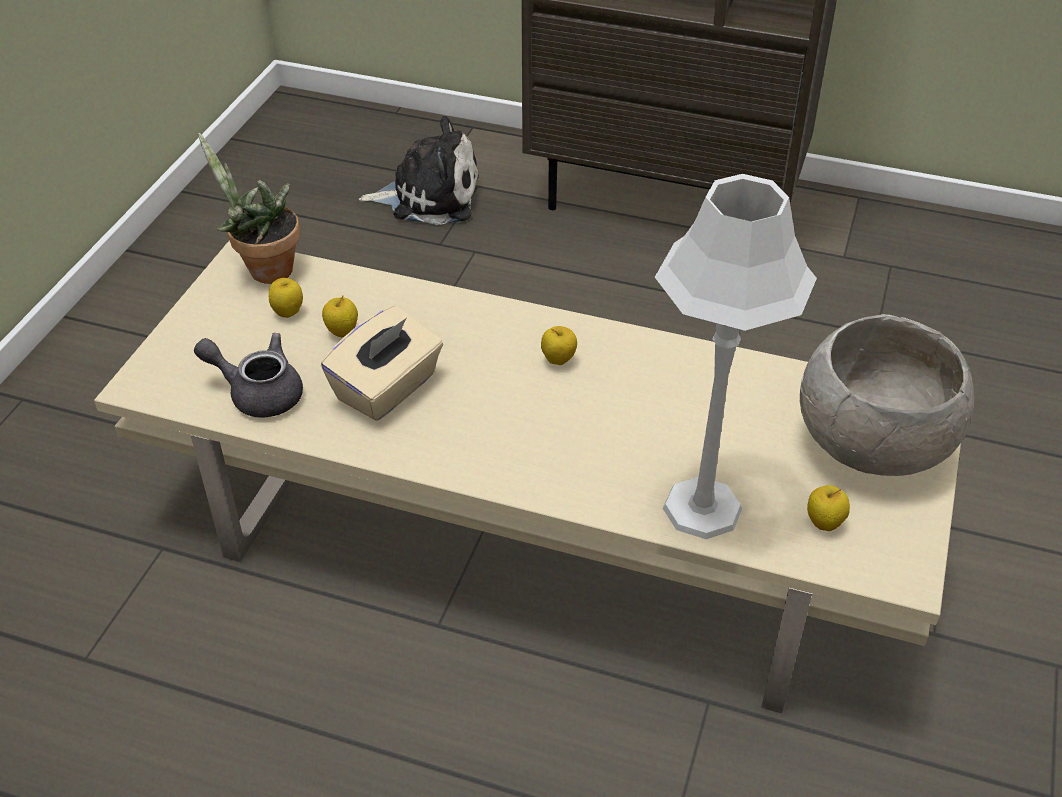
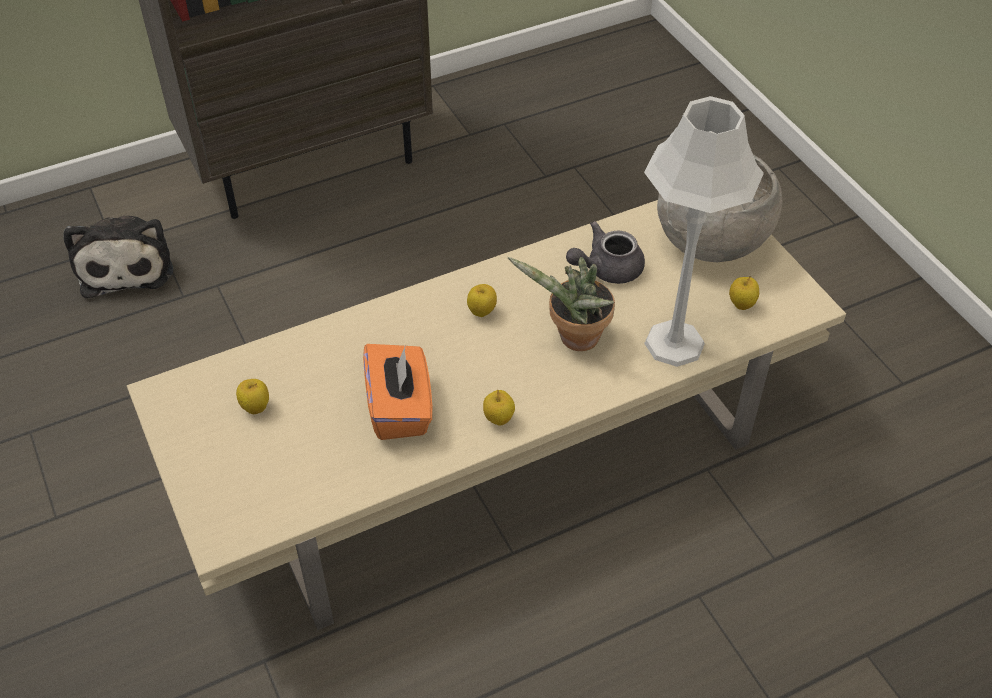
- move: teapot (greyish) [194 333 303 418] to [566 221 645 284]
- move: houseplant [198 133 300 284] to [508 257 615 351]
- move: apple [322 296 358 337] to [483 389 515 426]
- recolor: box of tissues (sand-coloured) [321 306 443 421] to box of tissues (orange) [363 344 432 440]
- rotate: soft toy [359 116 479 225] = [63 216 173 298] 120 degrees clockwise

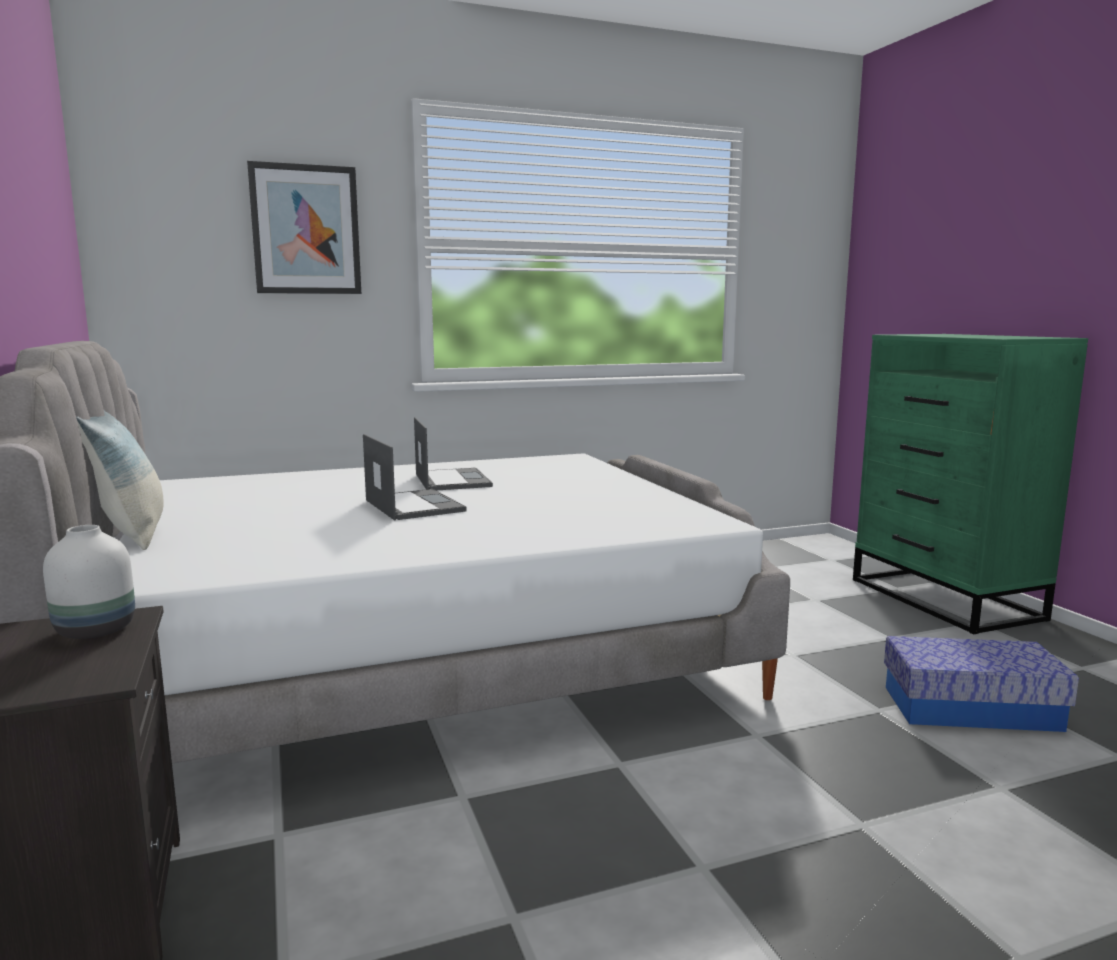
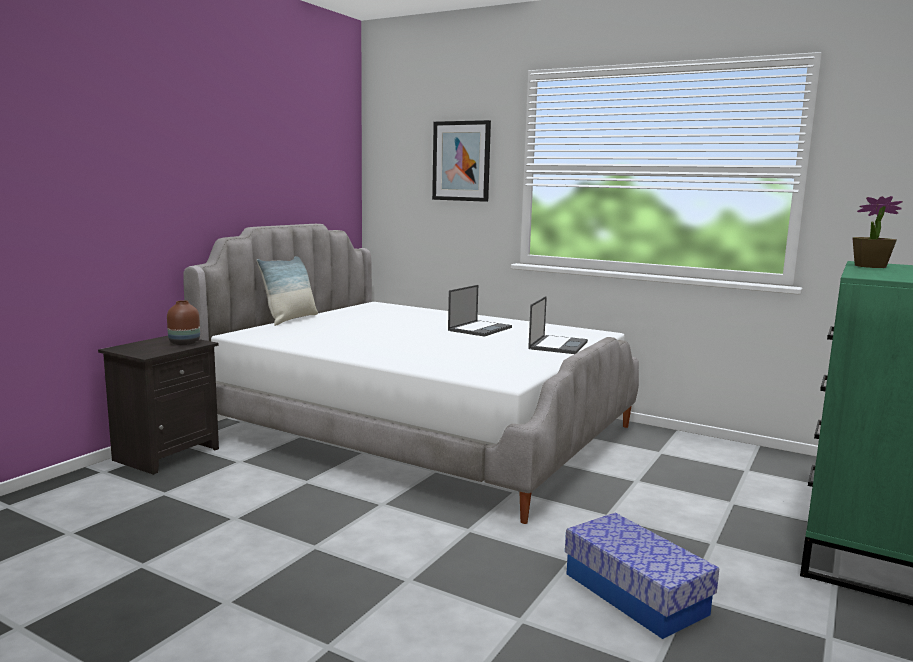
- insert: houseplant [852 196 903 268]
- move: portable computer [363 434 467 520] to [528 296 588 354]
- recolor: flower vase (white-coloured) [43 525 135 639] to flower vase (brown-coloured) [167 300 200 345]

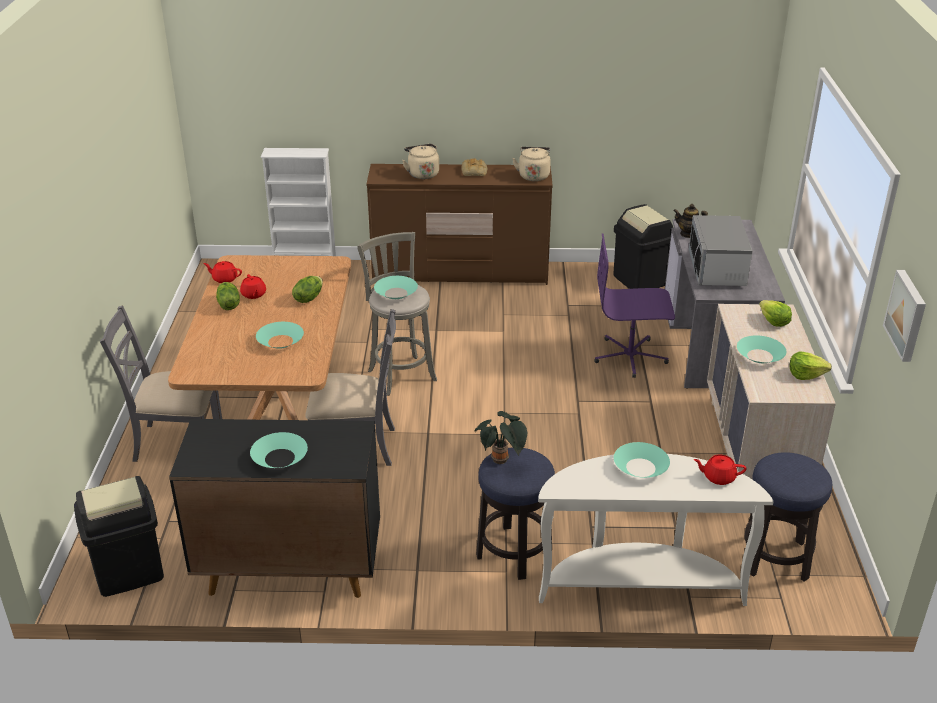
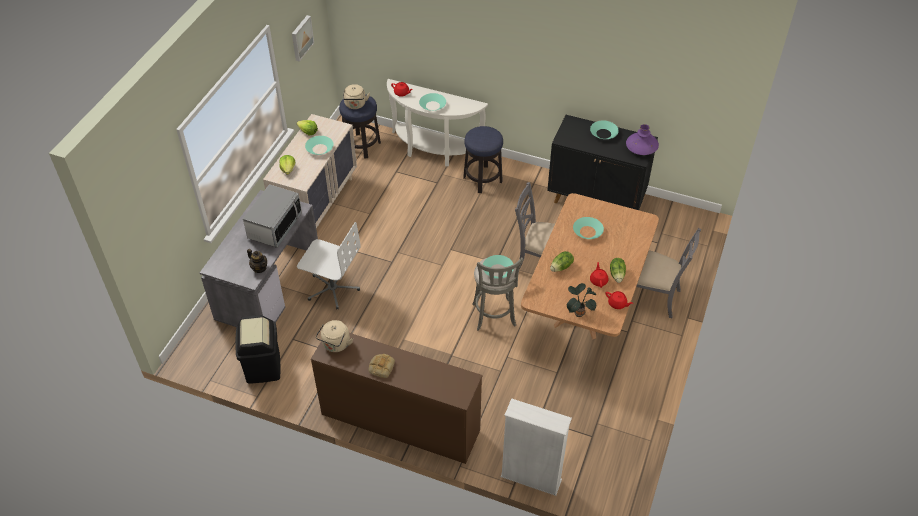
- delete: trash can (black-coloured) [74 476 164 597]
- insert: flower vase (purple-coloured) [626 124 659 155]
- move: kettle (sand-coloured) [402 144 439 179] to [343 84 370 109]
- move: houseplant [475 411 527 464] to [567 283 596 317]
- recolor: computer chair (purple-coloured) [594 233 675 378] to computer chair (white-coloured) [297 222 361 309]

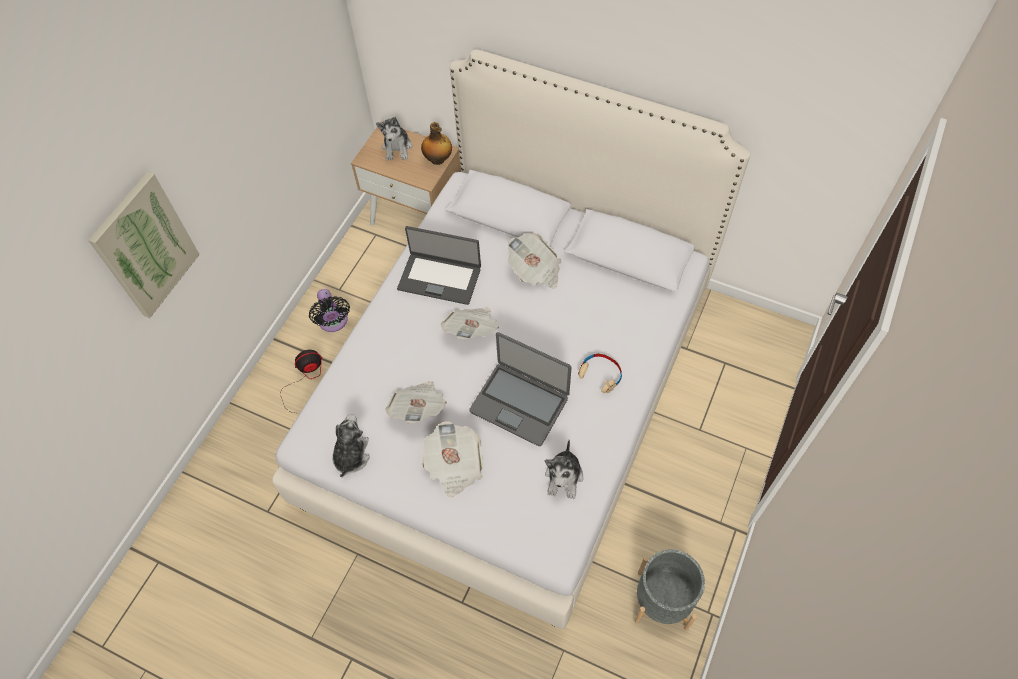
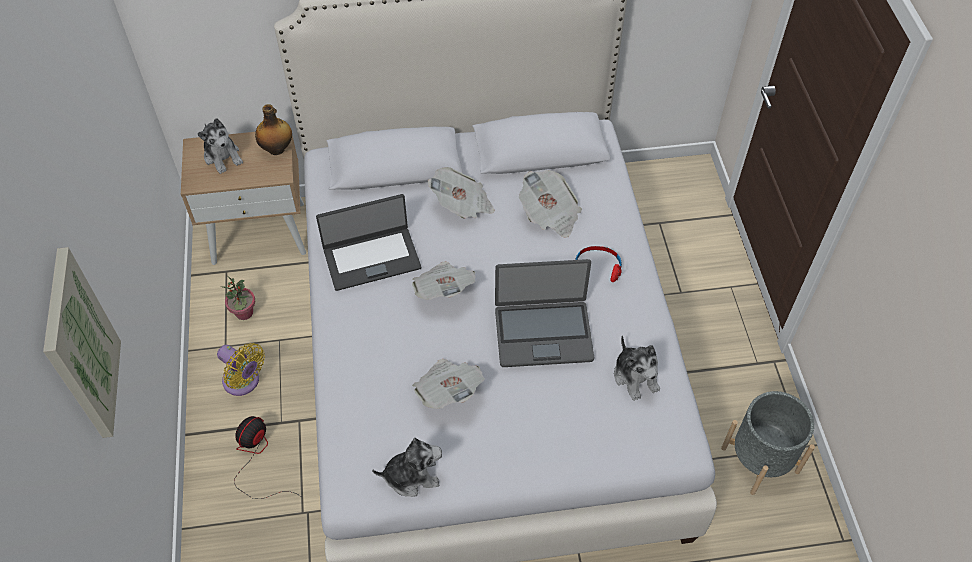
- insert: houseplant [223 276 255 320]
- move: daily paper [422 421 483 497] to [519 170 582 238]
- recolor: cooling fan (black-coloured) [309 289 350 332] to cooling fan (yellow-coloured) [217 343 265 396]
- recolor: headset (sand-coloured) [578 354 622 393] to headset (red-coloured) [575 246 622 282]
- rotate: soft toy [332 414 370 478] = [372 438 442 497] 105 degrees clockwise

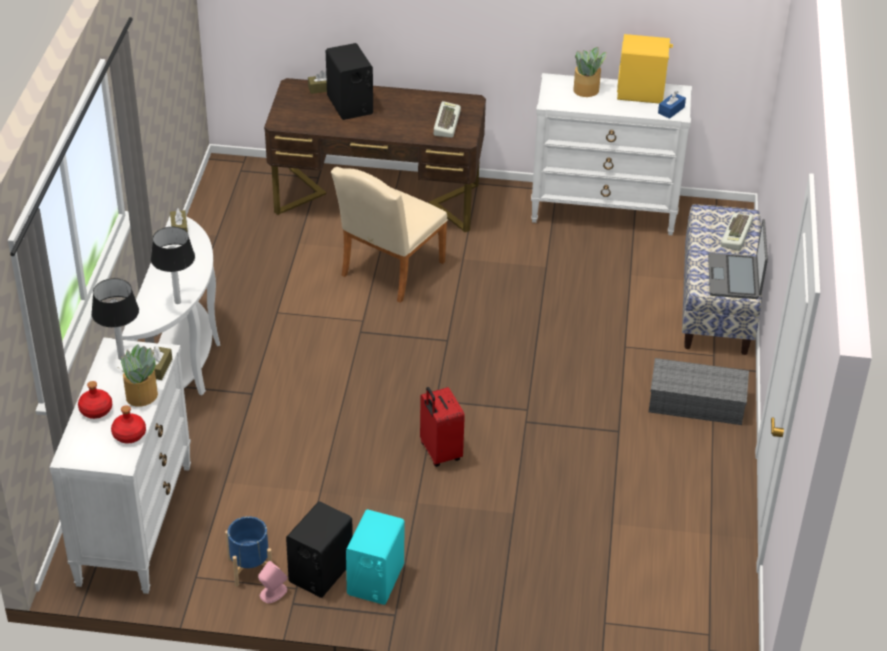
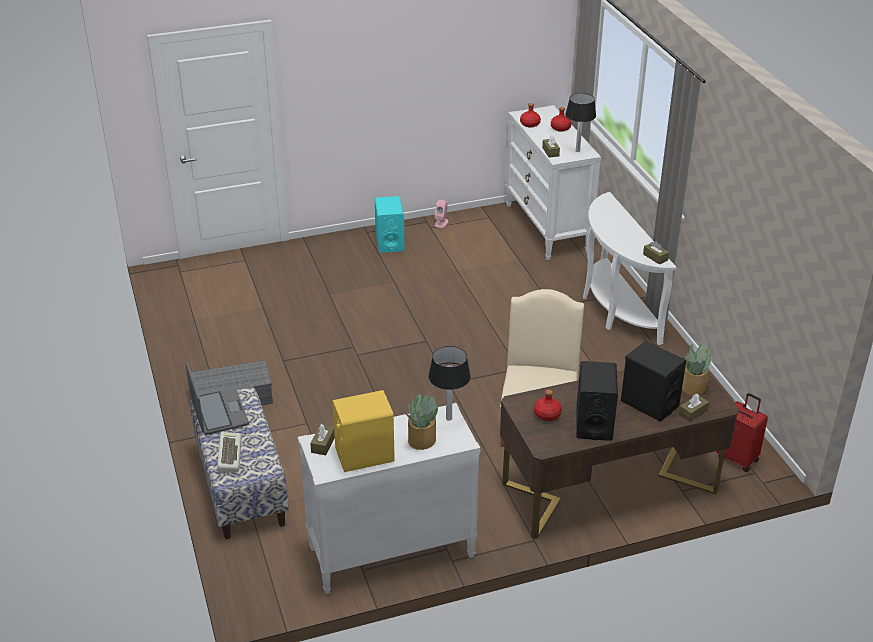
- delete: flower pot (blue) [225 516 272 586]
- move: houseplant [120 344 158 407] to [682 344 712 395]
- move: lamp for a table [151 227 195 304] to [428 346 471 421]
- move: speaker (black-coloured) [286 501 353 598] to [576 361 618 441]
- move: suitcase (red-coloured) [420 387 465 467] to [716 393 768 472]
- replace: computer keyboard [434 101 461 138] to bottle (red-coloured) [534 389 562 421]
- recolor: box of tissues (blue) [658 91 686 119] to box of tissues (brown-coloured) [310 424 335 455]

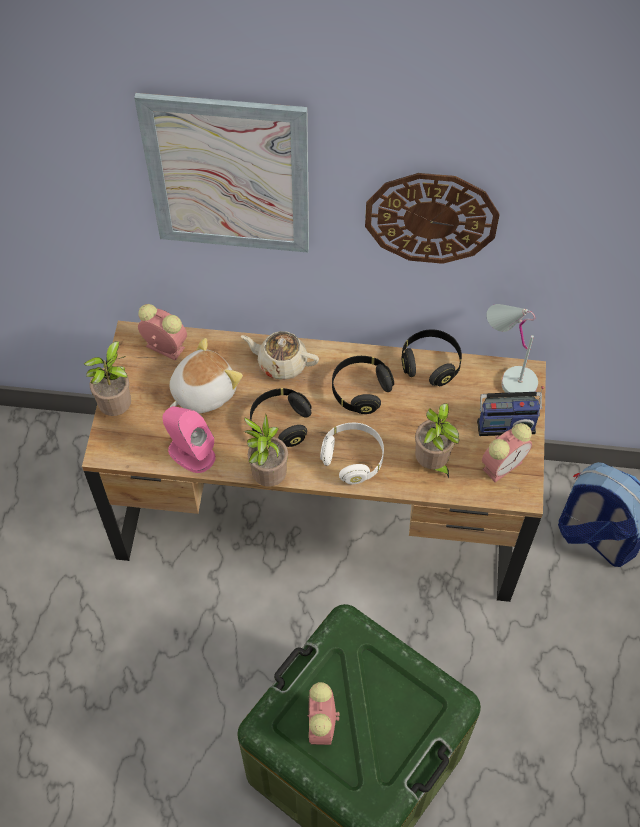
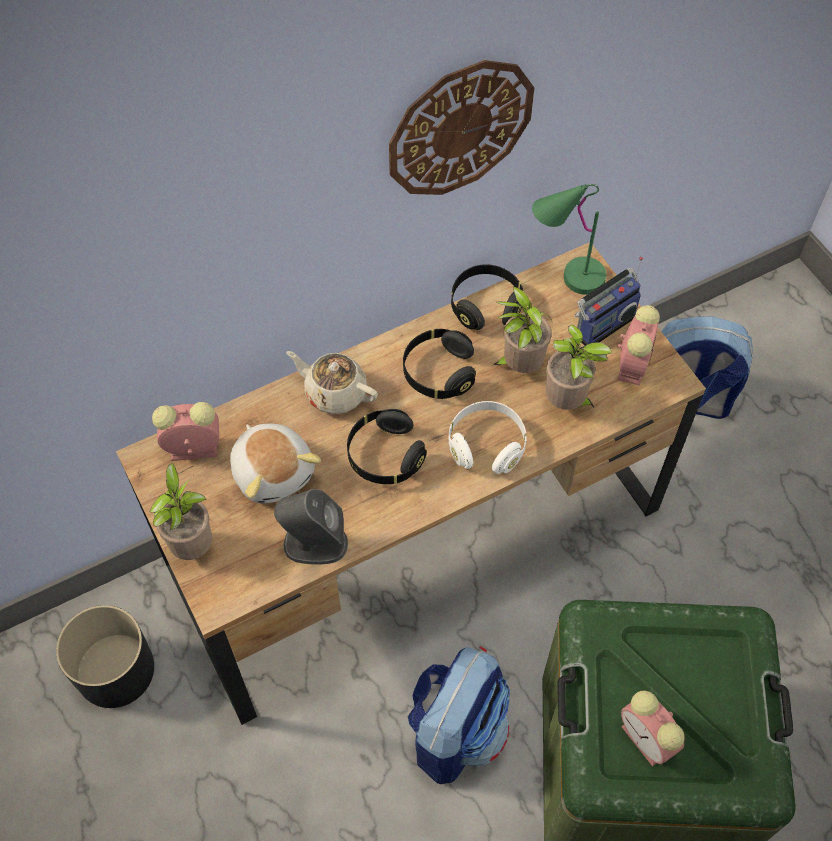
- delete: wall picture [134 93 309 253]
- insert: flower pot (black-coloured) [56 605 154 708]
- insert: knapsack [408 646 510 784]
- move: houseplant [244 414 288 487] to [494 286 552 373]
- recolor: speaker (pinkish) [163 406 216 473] to speaker (greyish) [274 489 348 565]
- recolor: lamp for a table (white-coloured) [487 304 538 397] to lamp for a table (greenish) [532 184 606 295]
- rotate: soft toy [170 338 243 414] = [230 424 321 503] 135 degrees clockwise
- rotate: teapot (sand-coloured) [241 331 319 380] = [286 351 378 414] 45 degrees clockwise

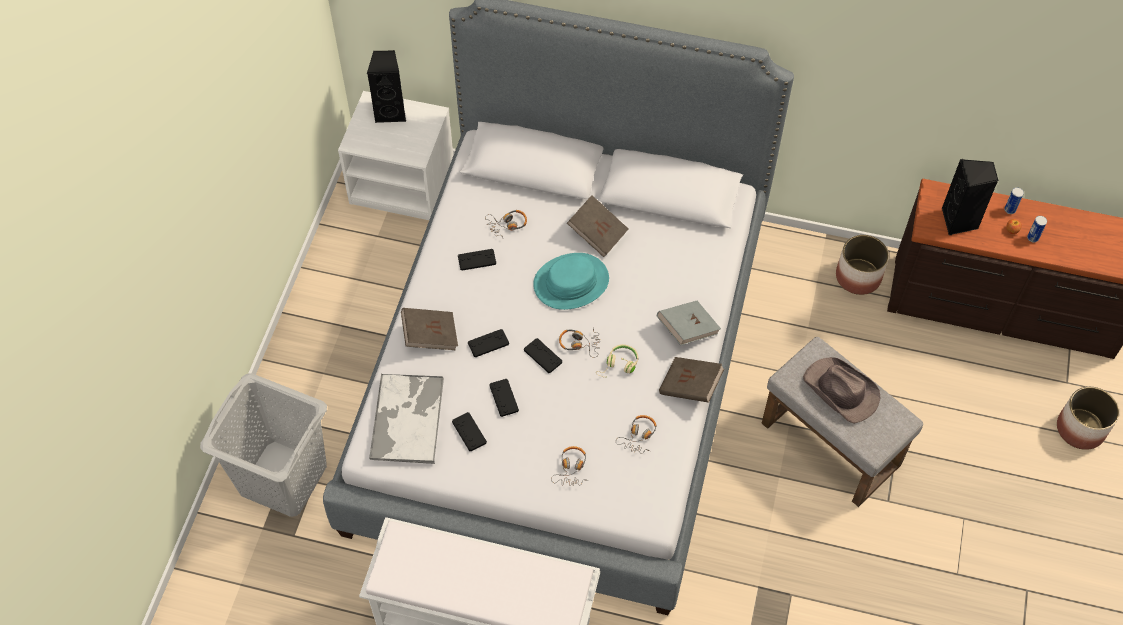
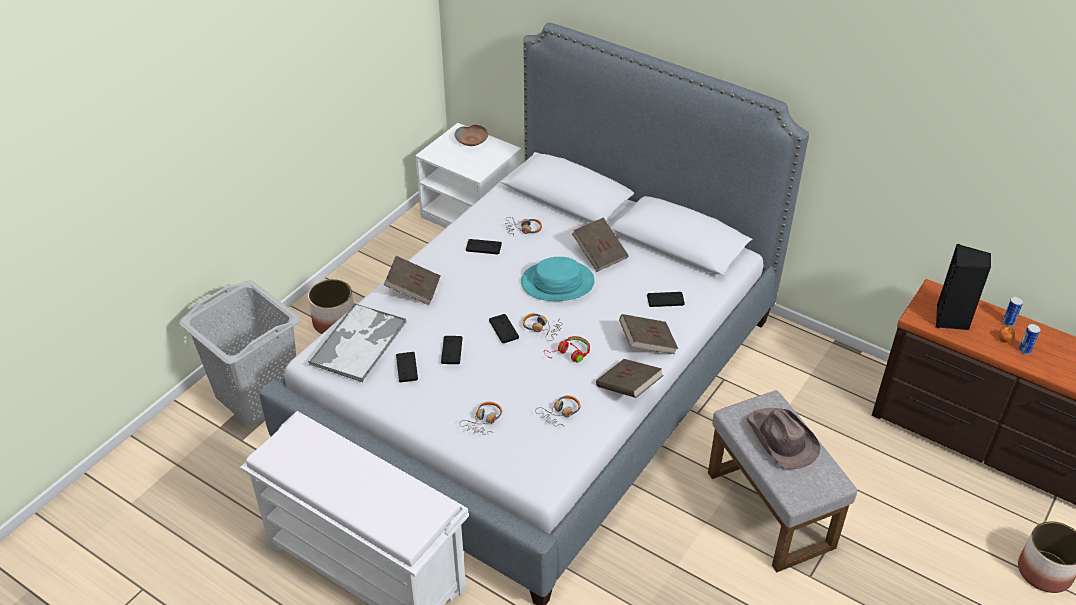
- move: gamepad (black-coloured) [468 329 509 357] to [647 292 685 307]
- move: flower pot [836 235 889 295] to [308 279 354 334]
- replace: speaker (black-coloured) [367 50 406 123] to deep dish (brown-coloured) [455 125 488 146]
- recolor: headset (sand-coloured) [596 344 638 378] to headset (red-coloured) [544 336 590 362]
- recolor: bound book (greyish) [657 301 721 346] to bound book (brown-coloured) [619 314 678 354]

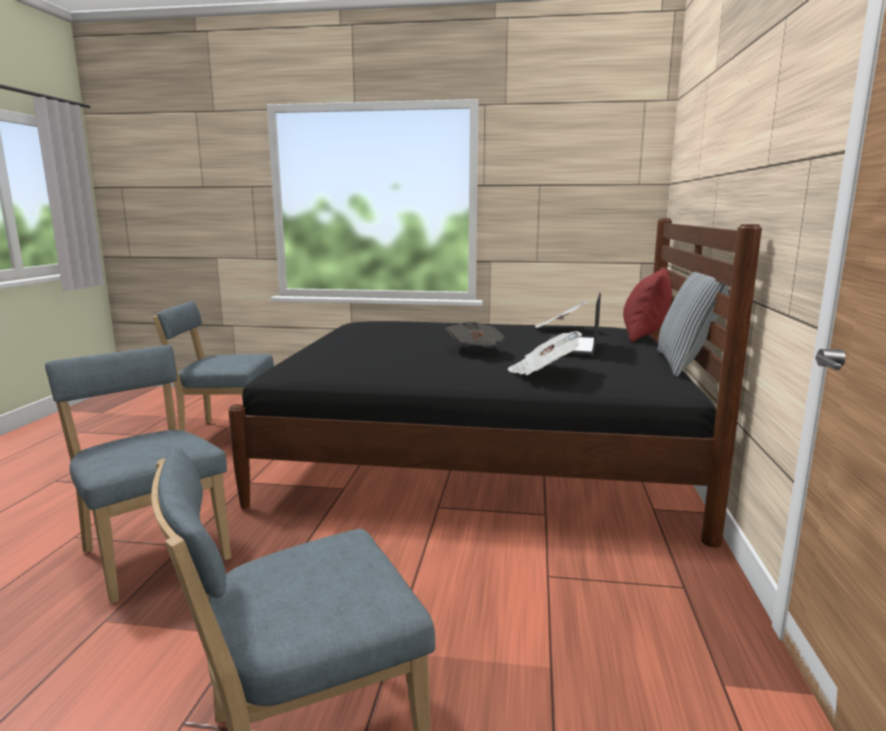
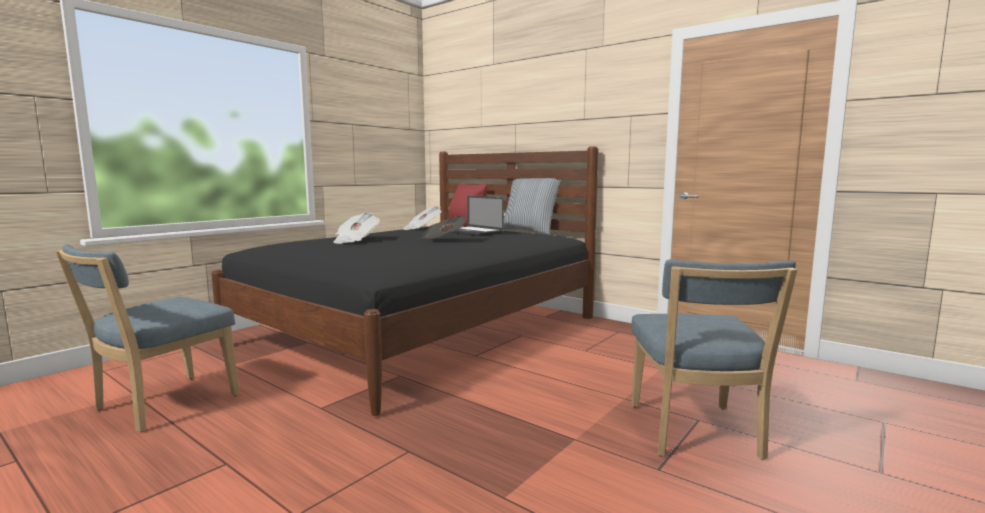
- delete: plain chair (blue) [45 345 231 604]
- move: daily paper [508 331 583 375] to [334 213 380 244]

